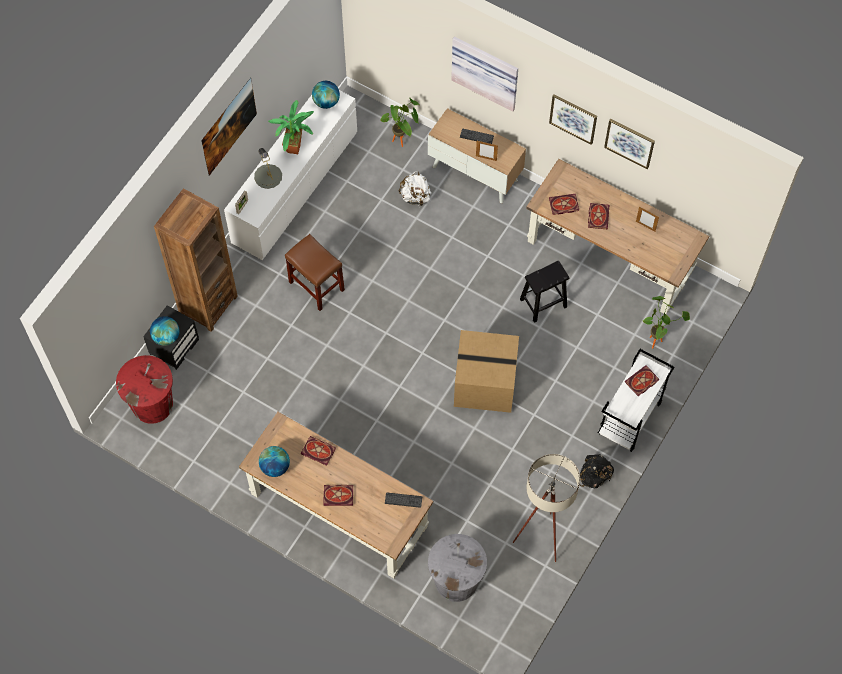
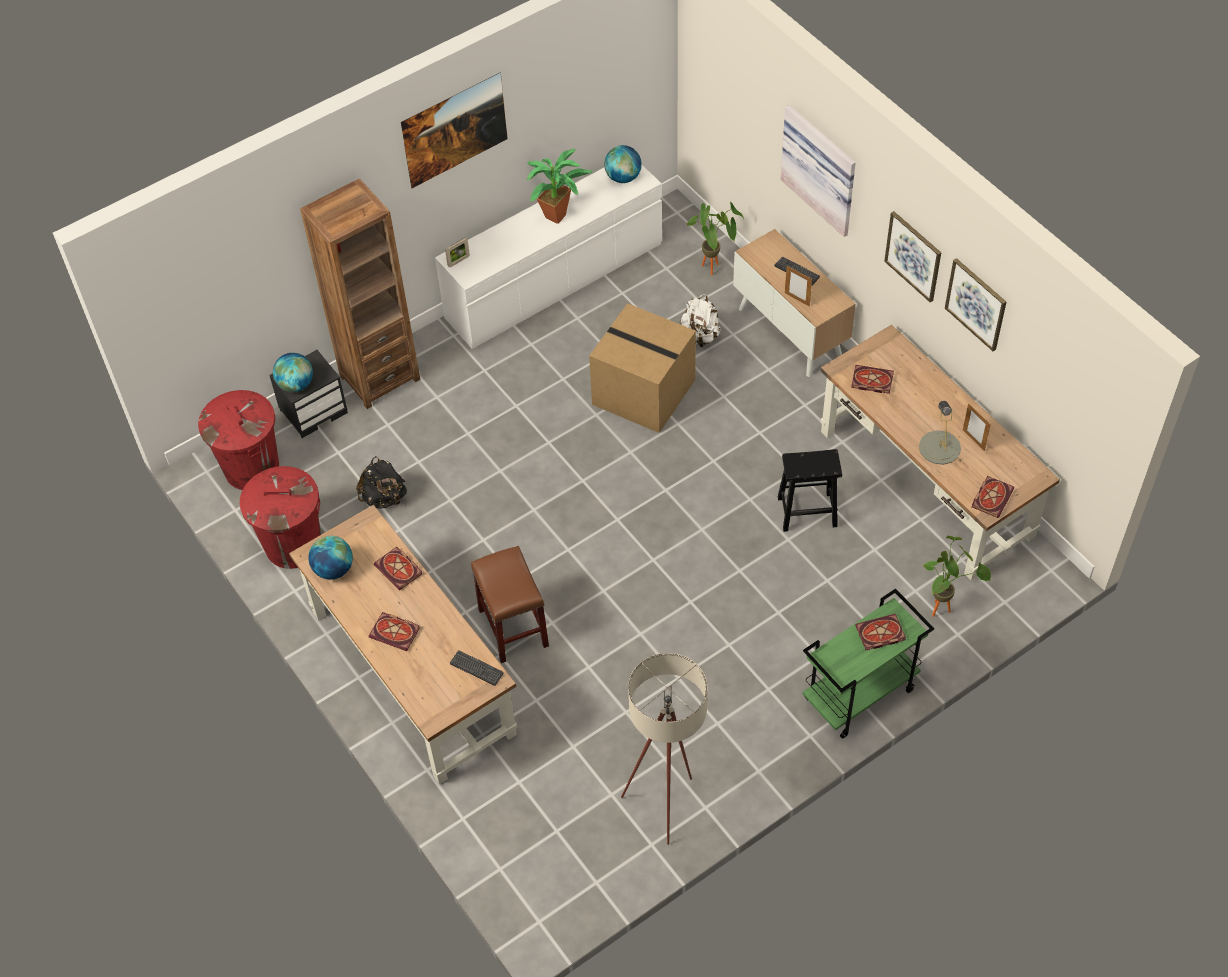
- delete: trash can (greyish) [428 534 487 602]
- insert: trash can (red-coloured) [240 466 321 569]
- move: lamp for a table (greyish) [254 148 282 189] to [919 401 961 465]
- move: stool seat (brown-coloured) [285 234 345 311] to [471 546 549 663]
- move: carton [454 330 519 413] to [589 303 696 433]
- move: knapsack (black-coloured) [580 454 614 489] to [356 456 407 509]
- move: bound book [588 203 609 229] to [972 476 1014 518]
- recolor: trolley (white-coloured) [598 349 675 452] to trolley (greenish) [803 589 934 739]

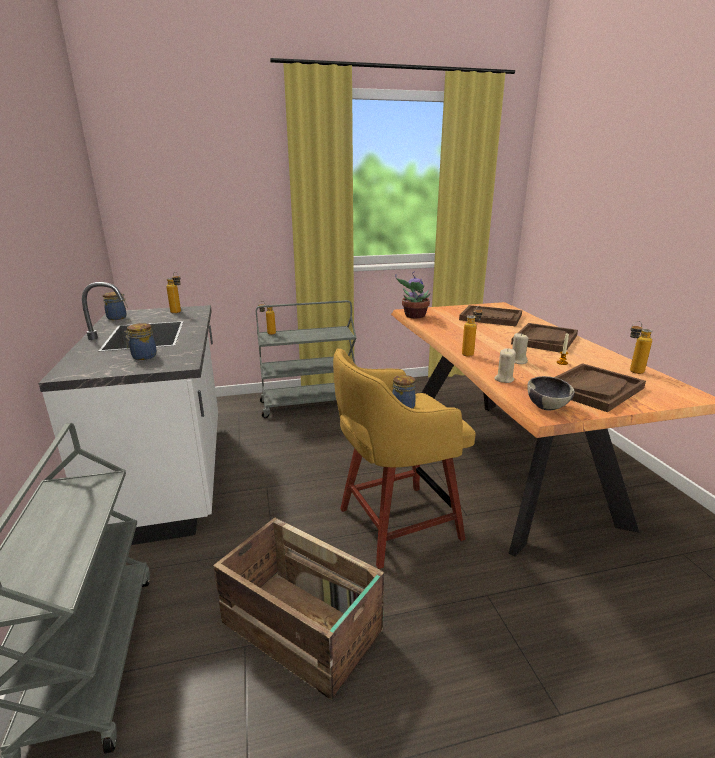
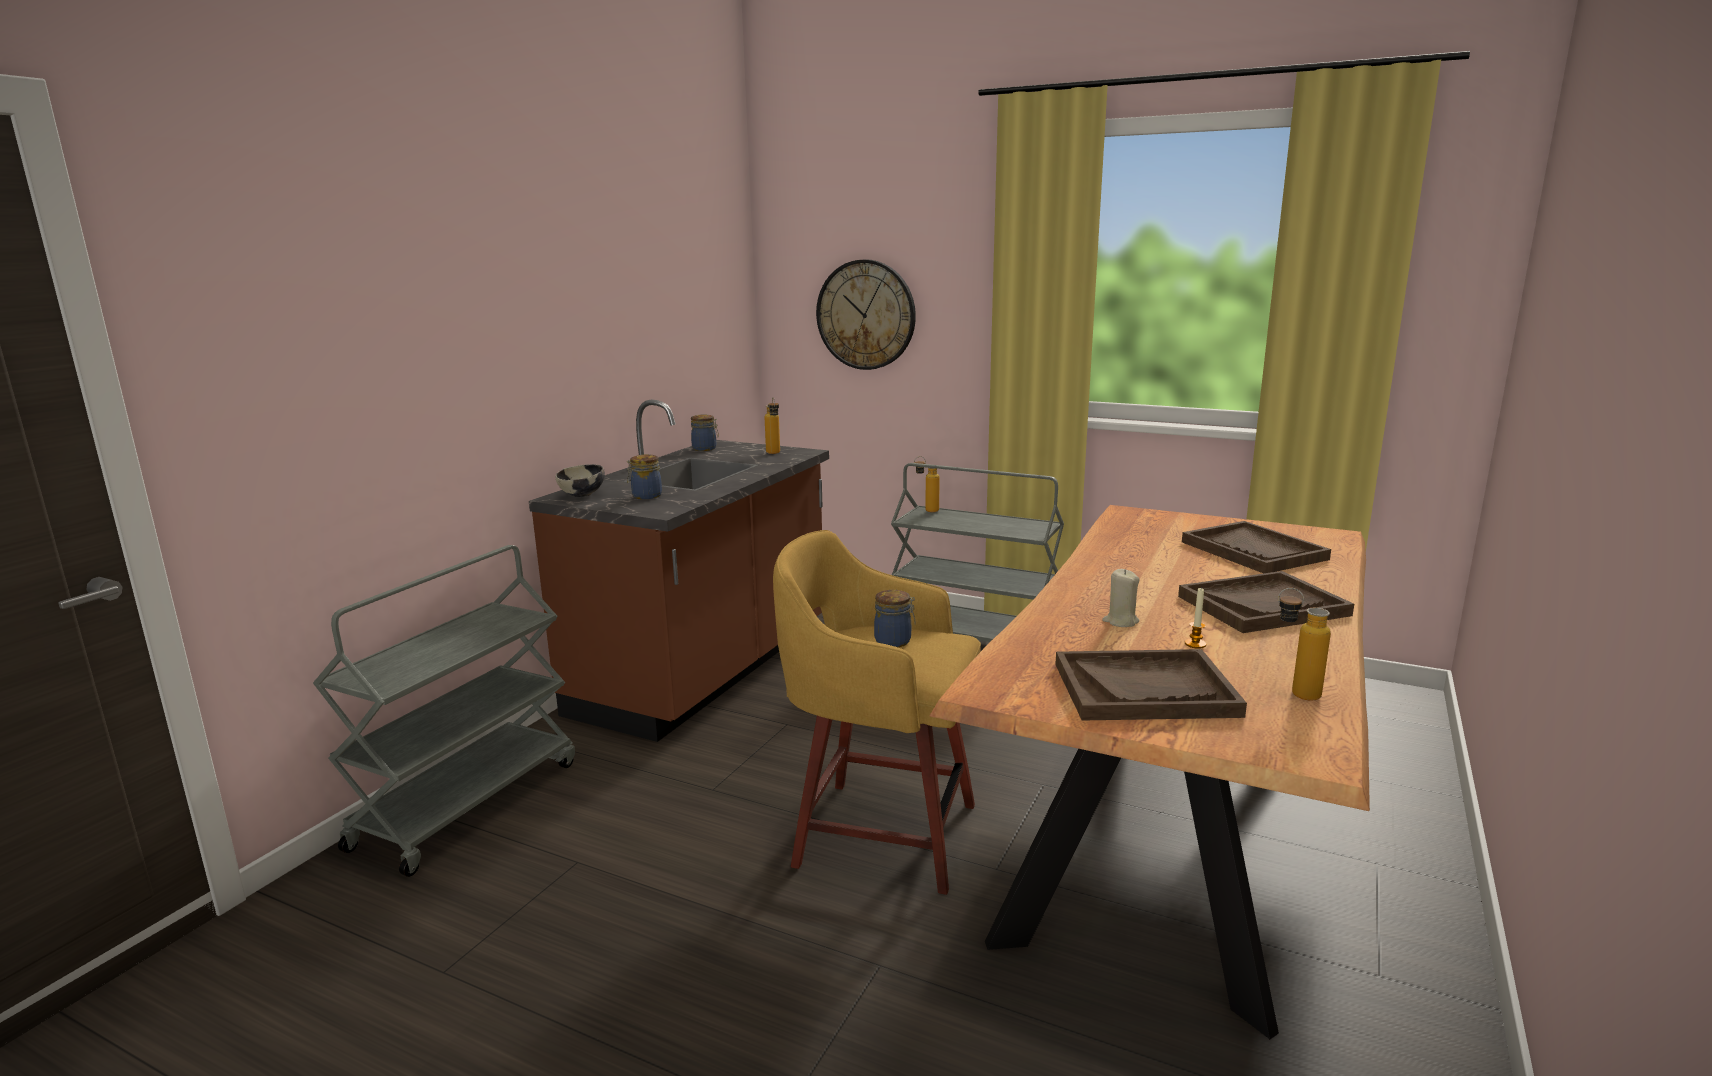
- delete: shipping crate [213 518 384 700]
- delete: houseplant [395 272 430 318]
- delete: bottle [462 306 483 357]
- delete: wax candle (sand-coloured) [495 349 516 383]
- insert: wall clock [816 259 916 370]
- move: deep dish [527 376 575 411] to [555 464 605 497]
- recolor: kitchen counter (white-coloured) [38 282 218 545] to kitchen counter (brown-coloured) [529 400 829 742]

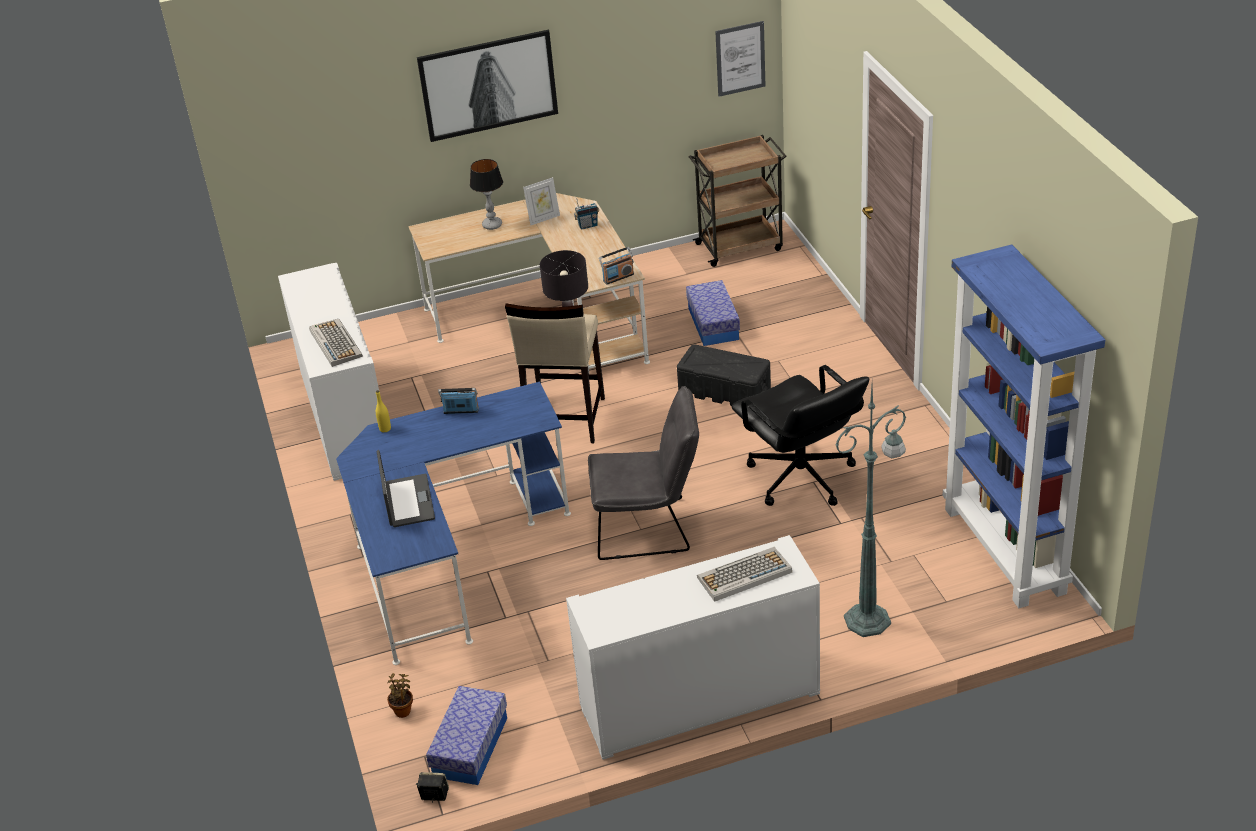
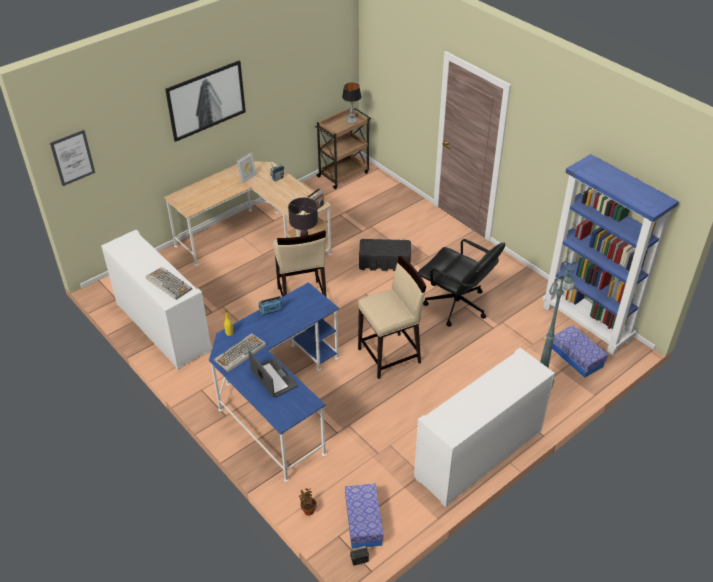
- move: lamp for a table [470 159 503 230] to [342 83 361 124]
- move: storage container [686 280 740 346] to [552 325 608 378]
- move: computer keyboard [697 547 792 602] to [214 333 266 372]
- move: wall picture [715 21 765 97] to [50 130 95 186]
- replace: plain chair (greyish) [588 386 699 560] to stool seat (sand-coloured) [358 256 426 379]

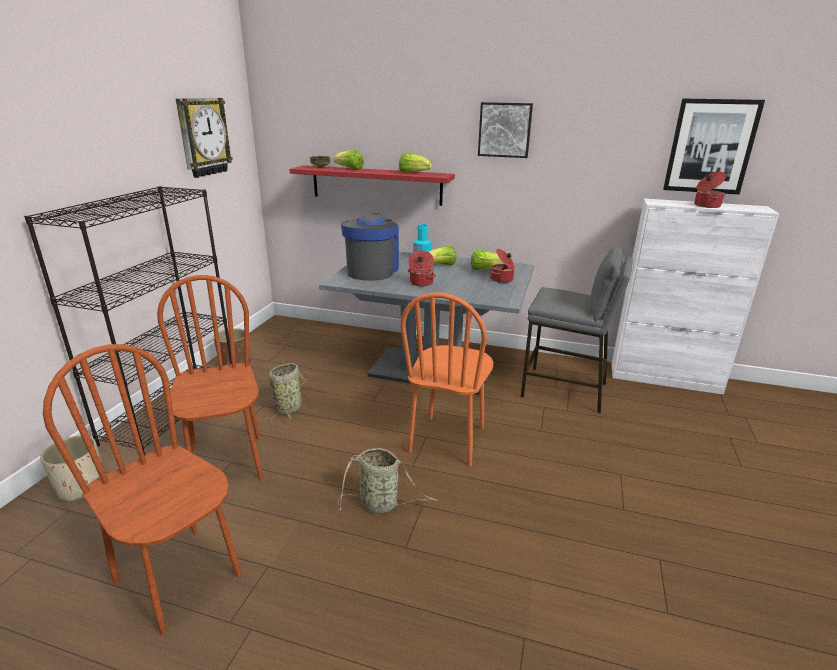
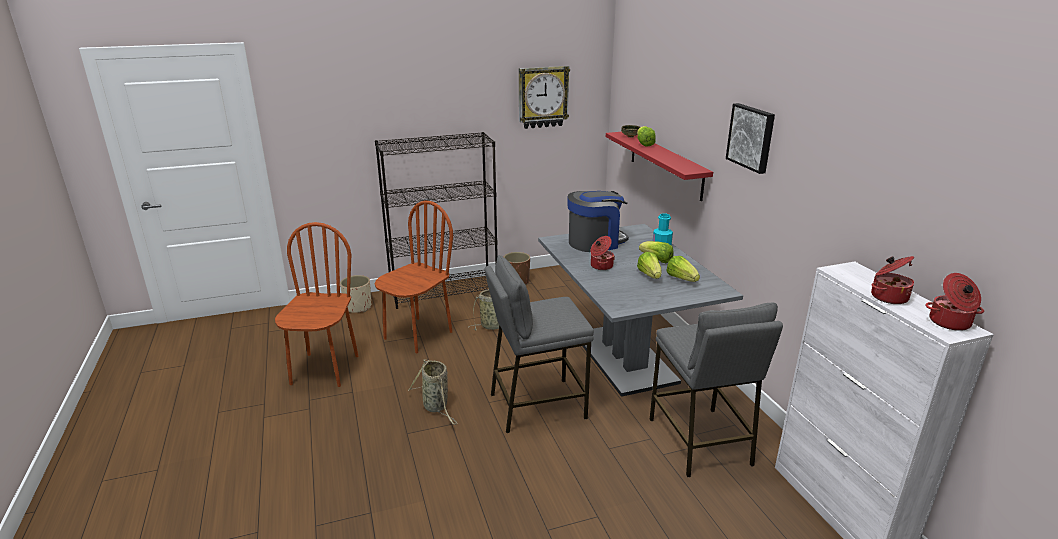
- delete: wall picture [663 98 765 194]
- move: lettuce [399 152 432 173] to [637 252 661 279]
- move: stockpot [491 249 515 283] to [926 273 984 331]
- replace: plain chair (orange) [400 292 494 467] to stool seat (greyish) [484 255 594 433]

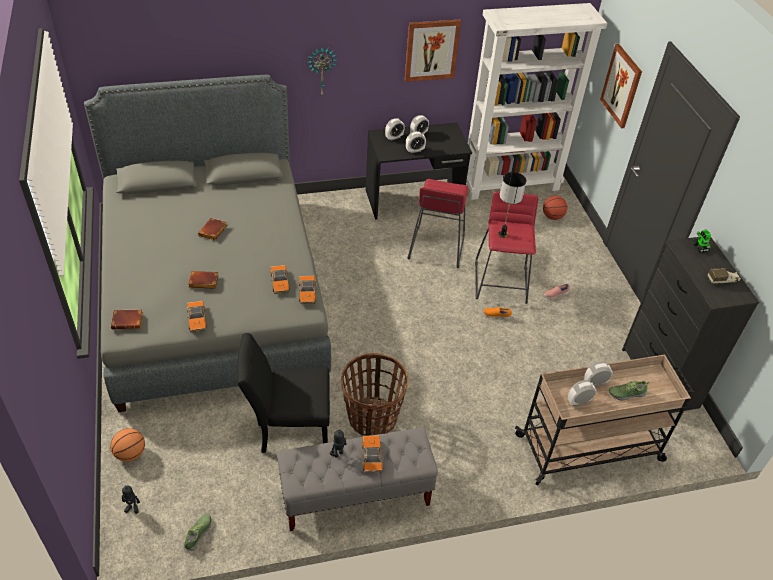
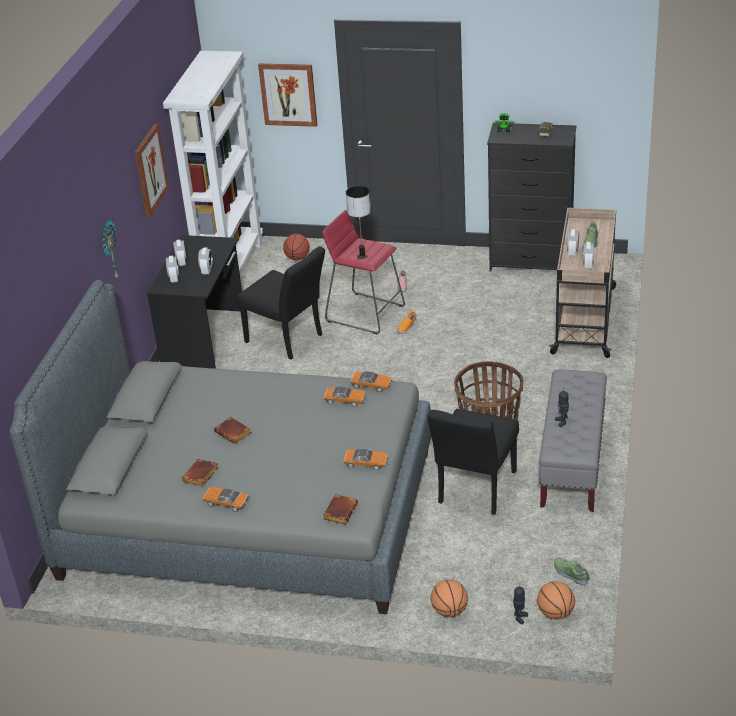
- insert: basketball [537 581 575 619]
- move: bound book (brown-coloured) [188 271 219 289] to [182 459 218 486]
- move: model car [362 435 383 472] to [202 487 249 512]
- replace: stool seat (red-coloured) [407 179 469 268] to plain chair (black-coloured) [237 246 325 359]

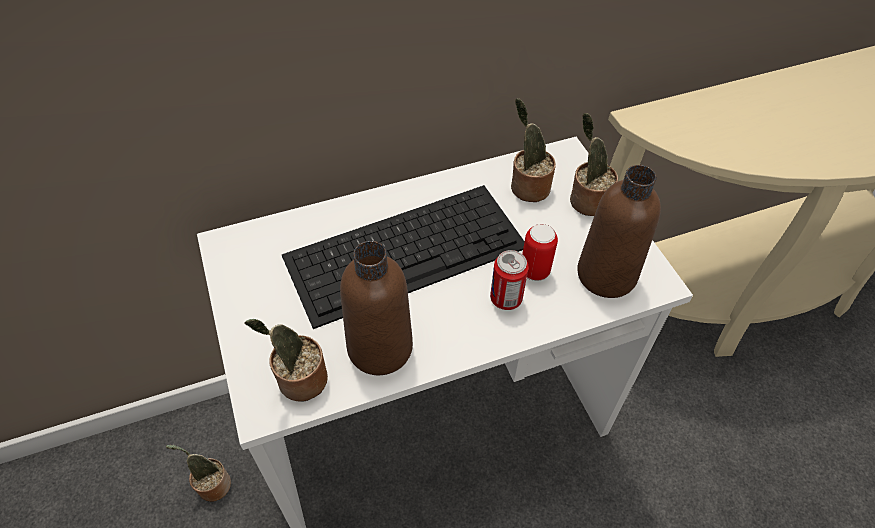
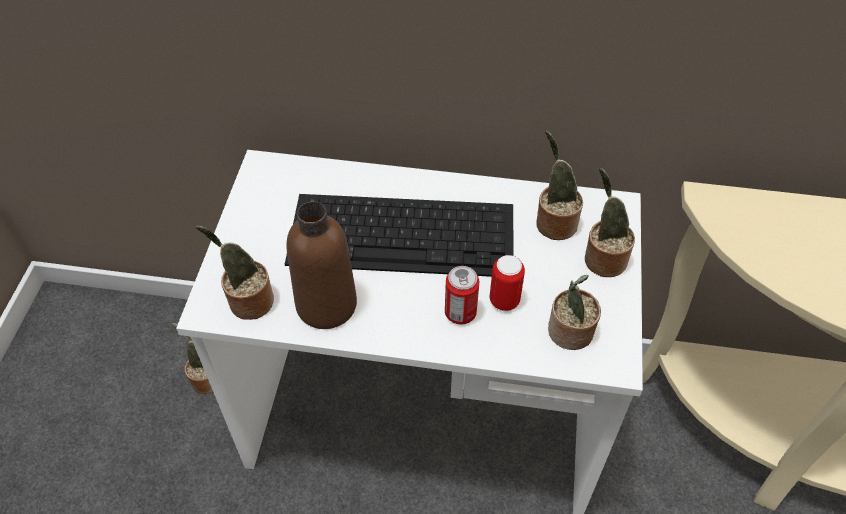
- replace: bottle (brown-coloured) [577 165 661 298] to houseplant [548 275 601 350]

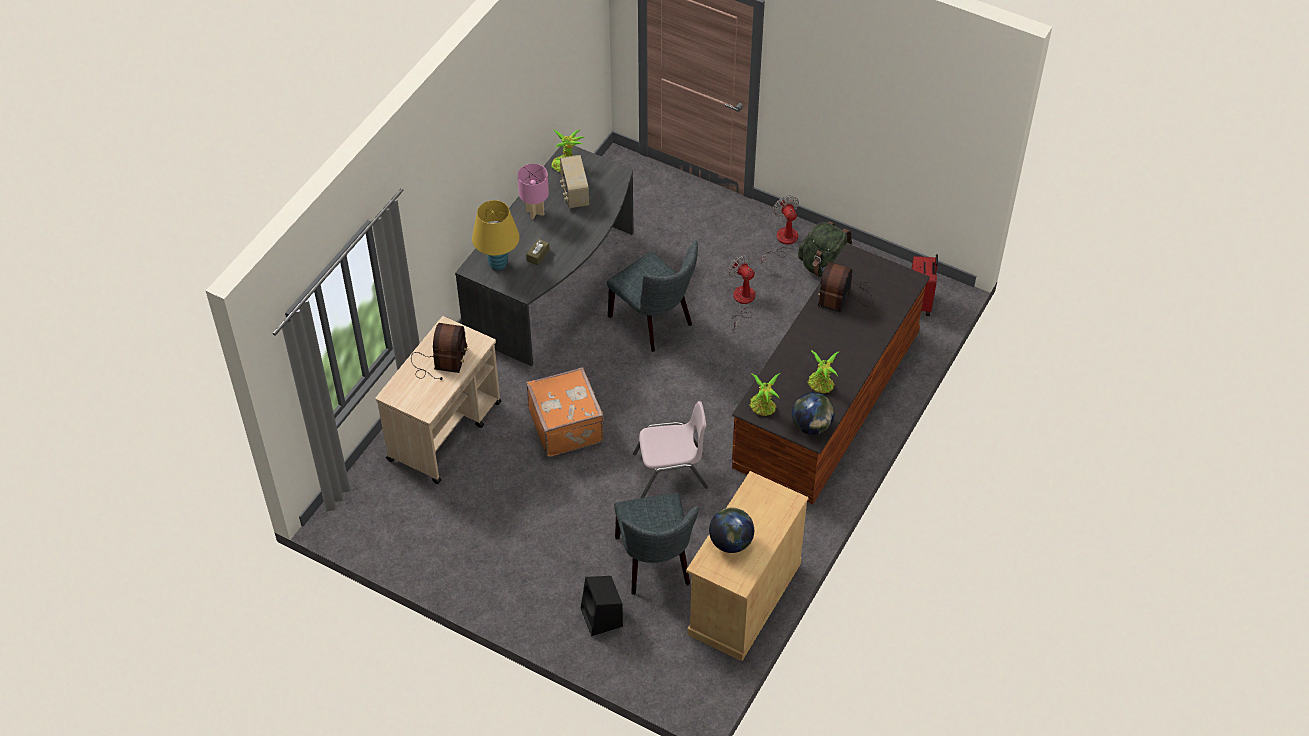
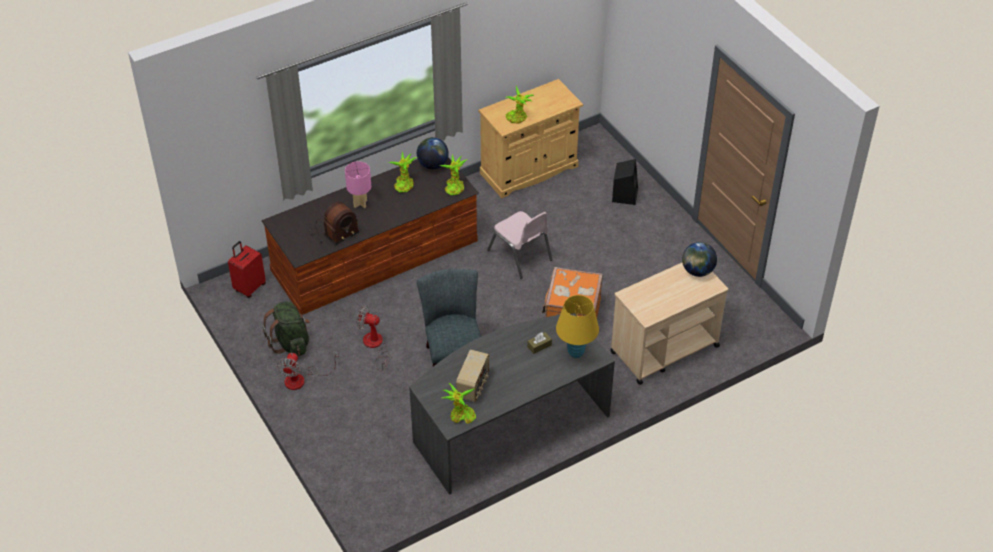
- delete: radio set [411 323 468 380]
- delete: plain chair (greyish) [614 492 699 595]
- insert: houseplant [505 85 535 124]
- move: lamp for a table (pinkish) [517 164 549 220] to [345 161 371 208]
- move: desk globe [709 507 754 553] to [682 242 717 277]
- rotate: plain chair (pinkish) [633 401 708 498] = [487 211 552 279] 150 degrees counterclockwise
- rotate: cooling fan [728 255 756 330] = [357 306 389 371] 120 degrees clockwise

